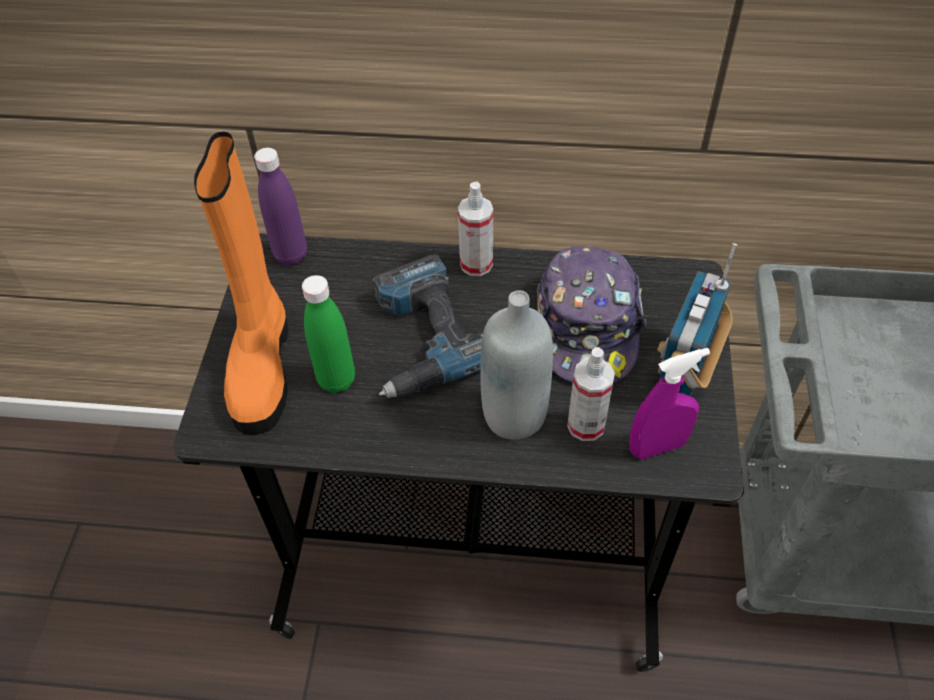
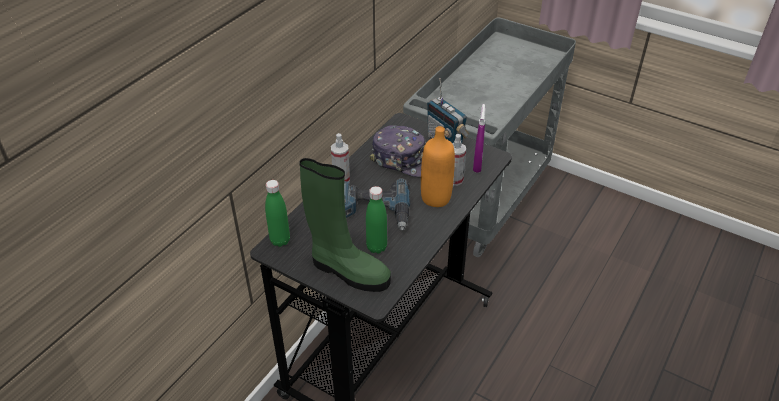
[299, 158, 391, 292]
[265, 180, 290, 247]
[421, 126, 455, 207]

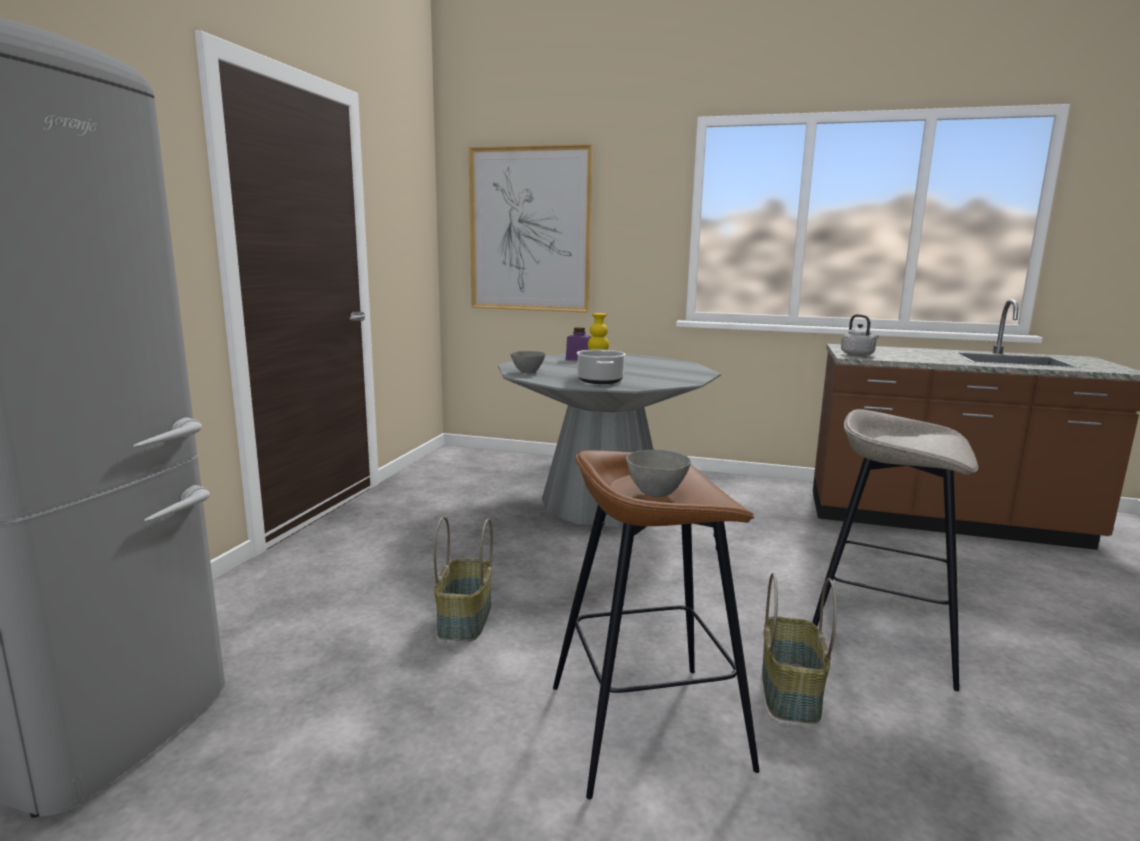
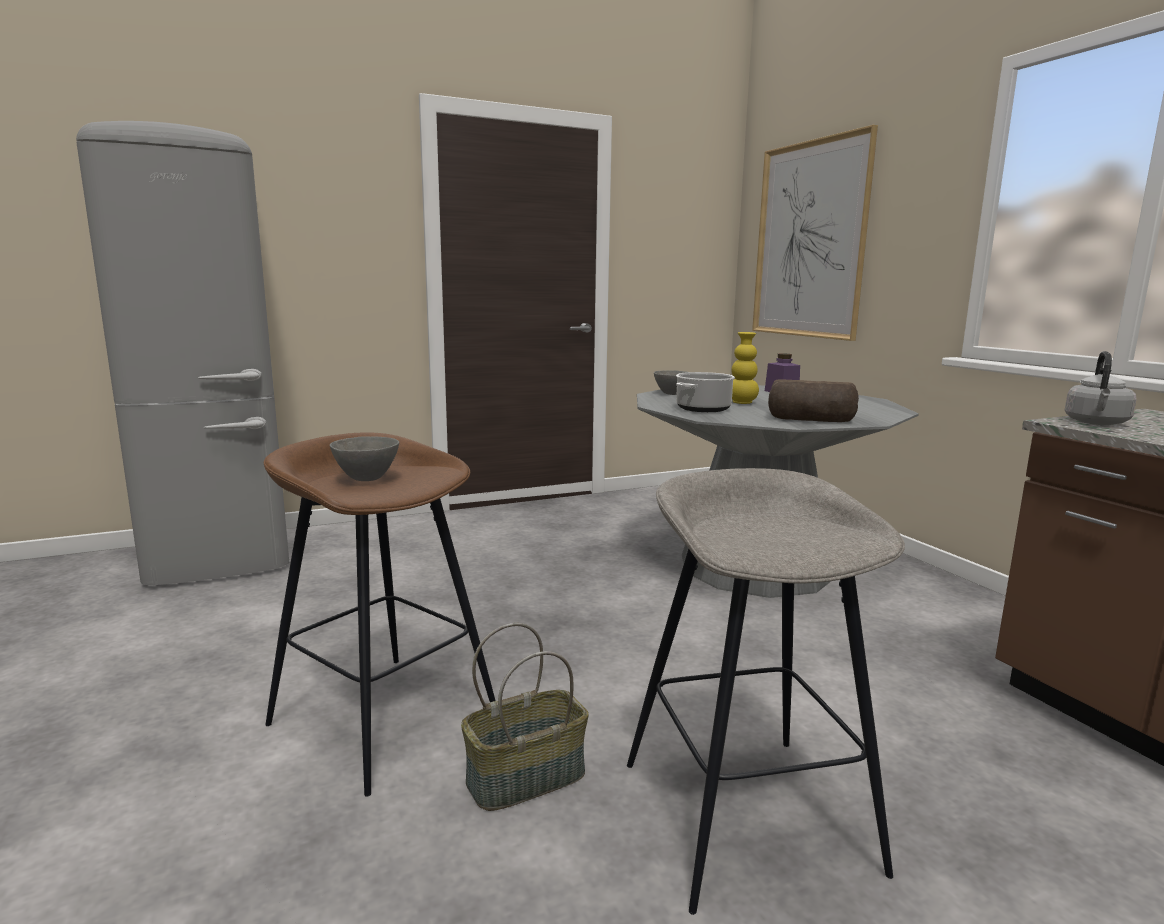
[434, 517, 493, 641] (first image)
[768, 379, 859, 422]

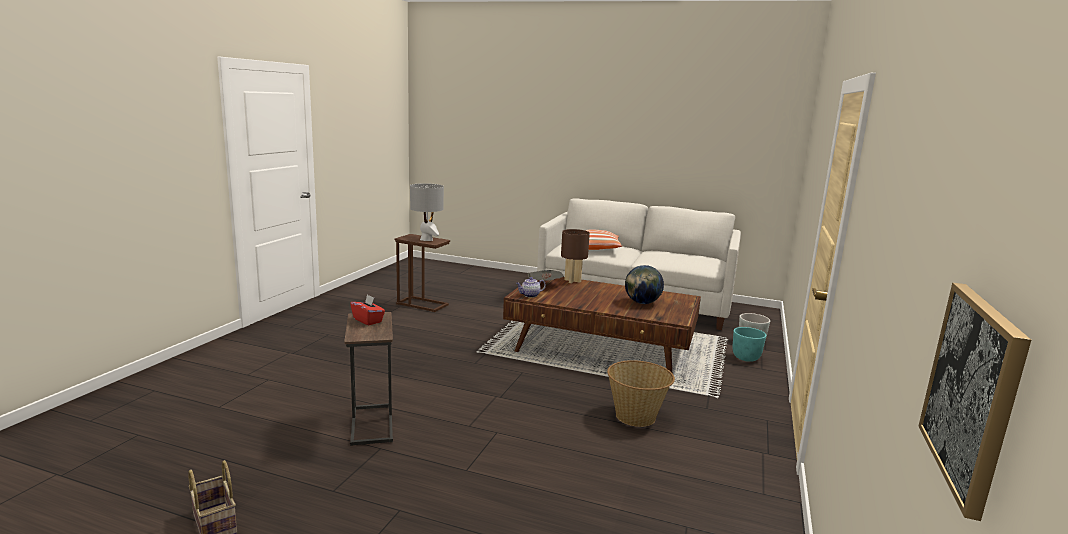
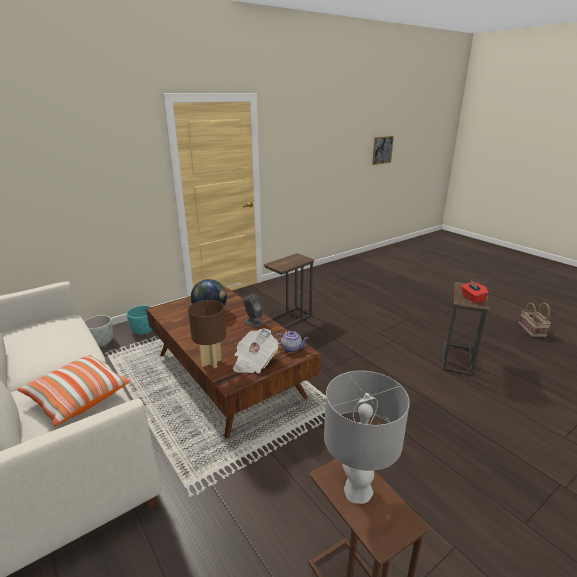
[264, 253, 314, 328]
[243, 294, 263, 327]

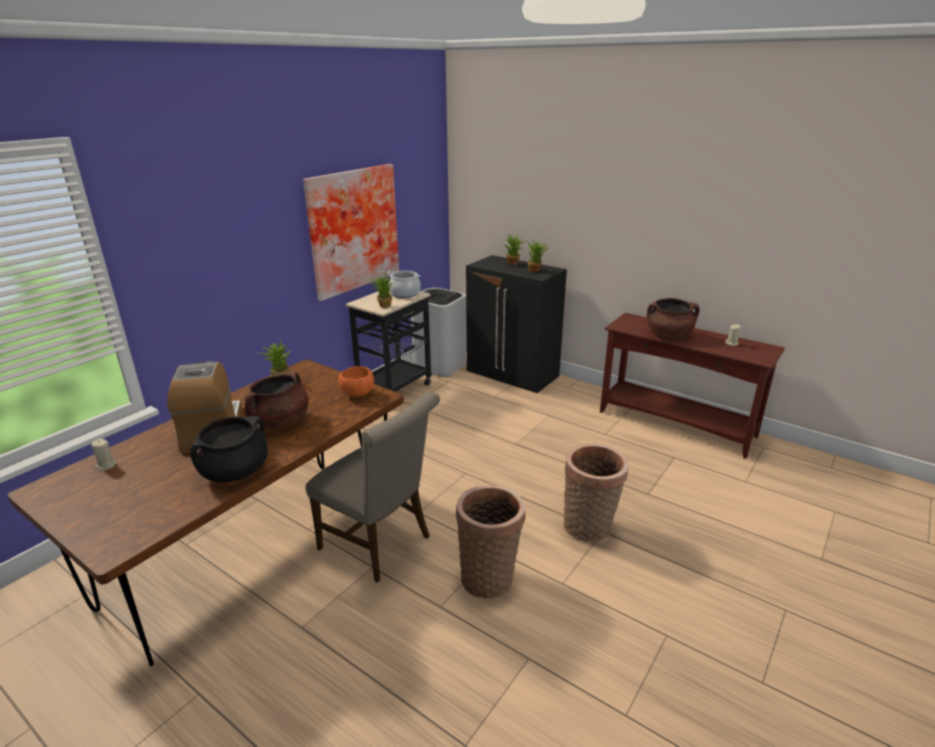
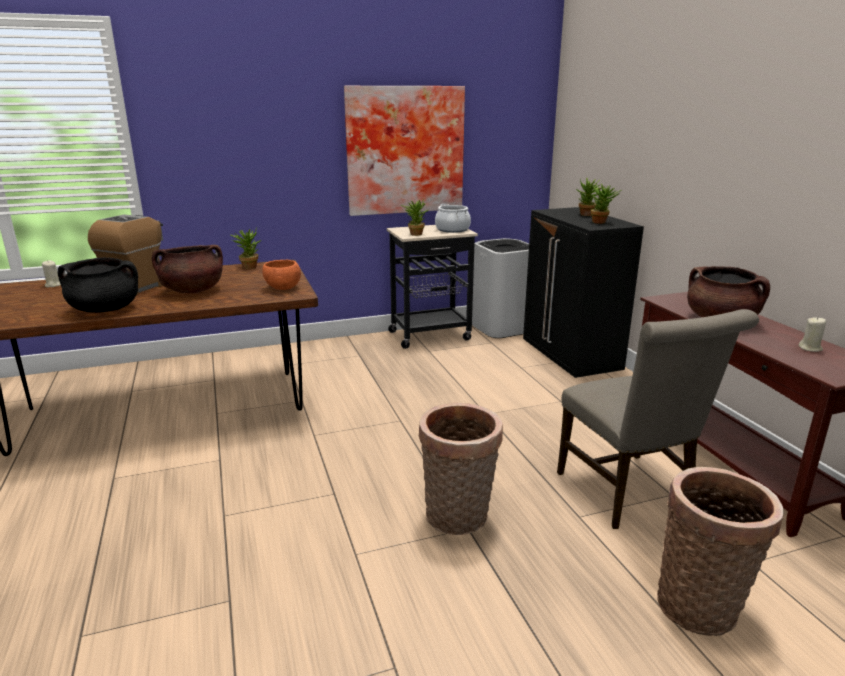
[557, 309, 759, 529]
[657, 467, 784, 636]

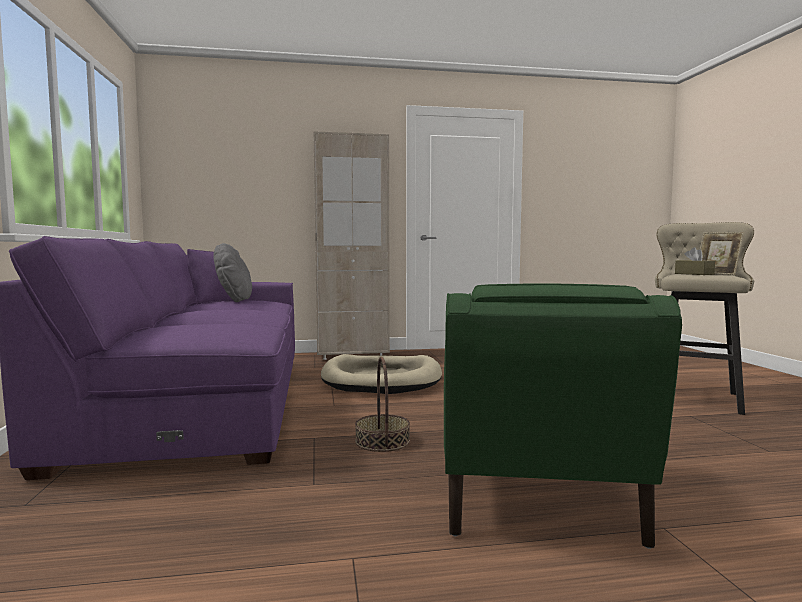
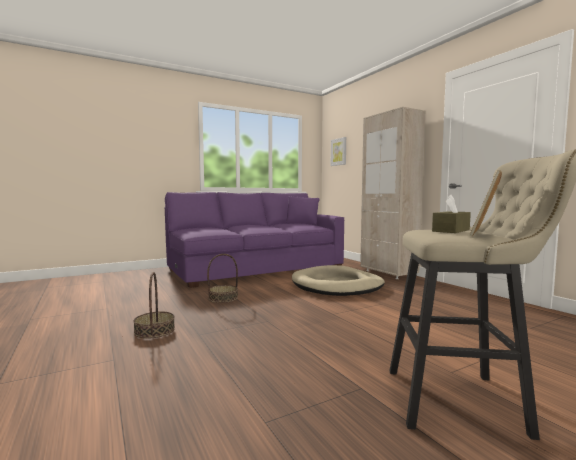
[213, 243, 252, 302] (first image)
[133, 272, 175, 339]
[331, 137, 346, 166]

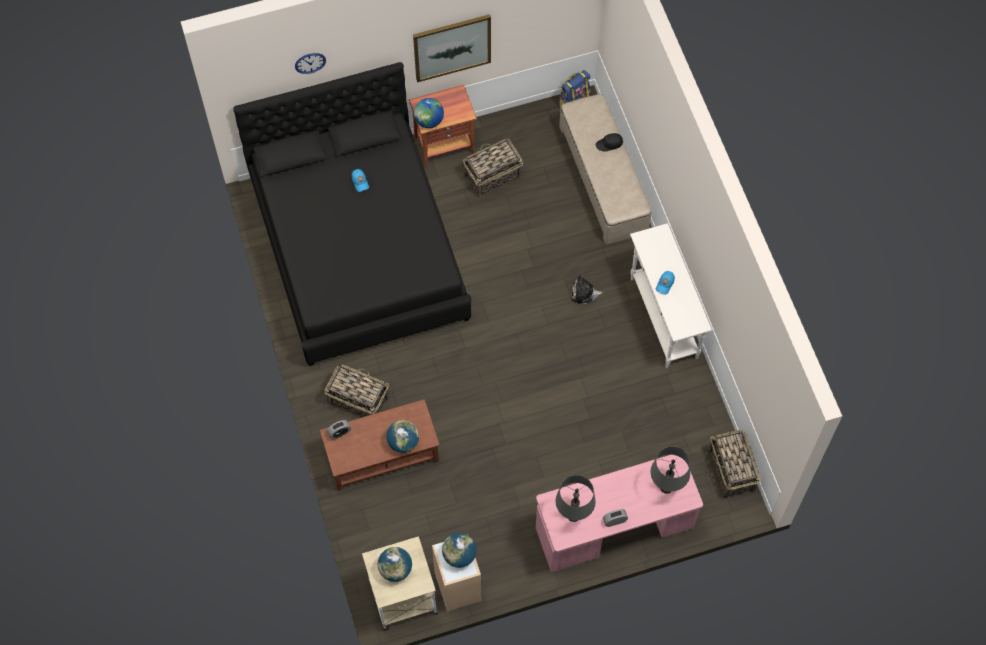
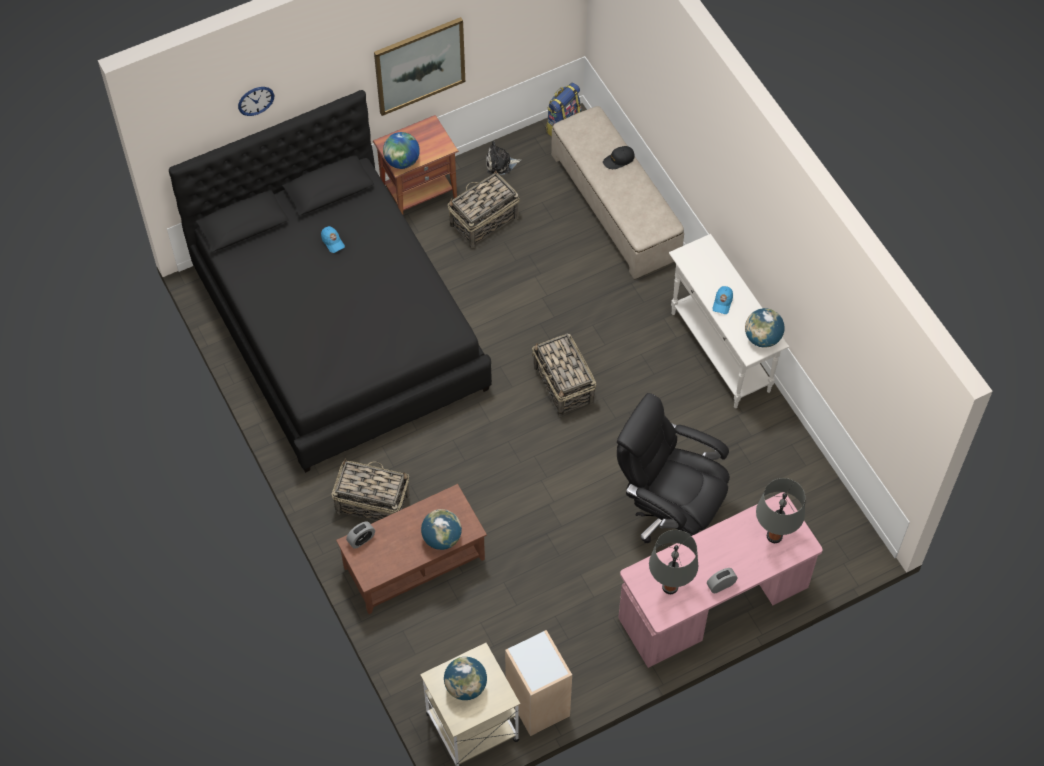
[486, 141, 521, 175]
[532, 334, 596, 417]
[745, 308, 785, 348]
[617, 393, 730, 543]

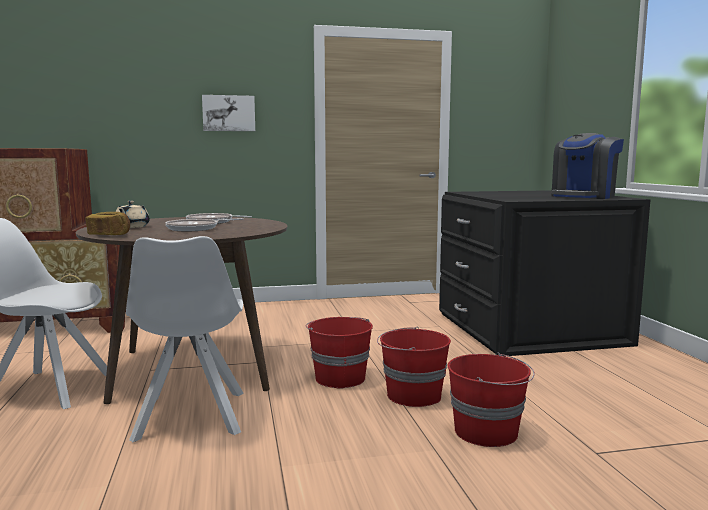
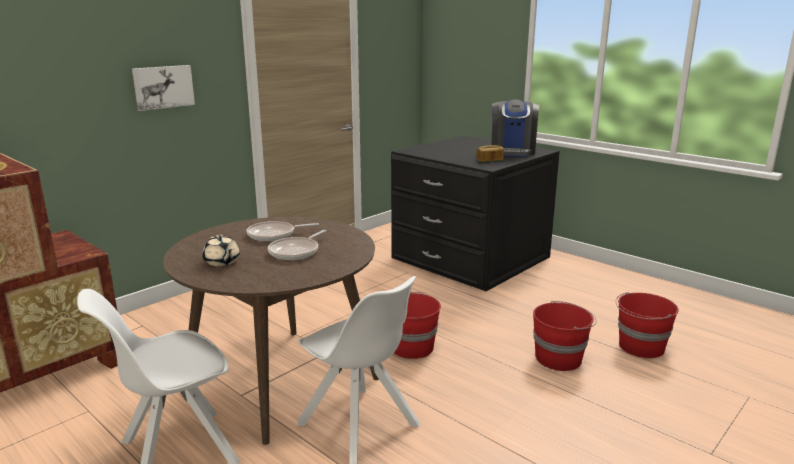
[476, 145, 504, 162]
[615, 292, 679, 358]

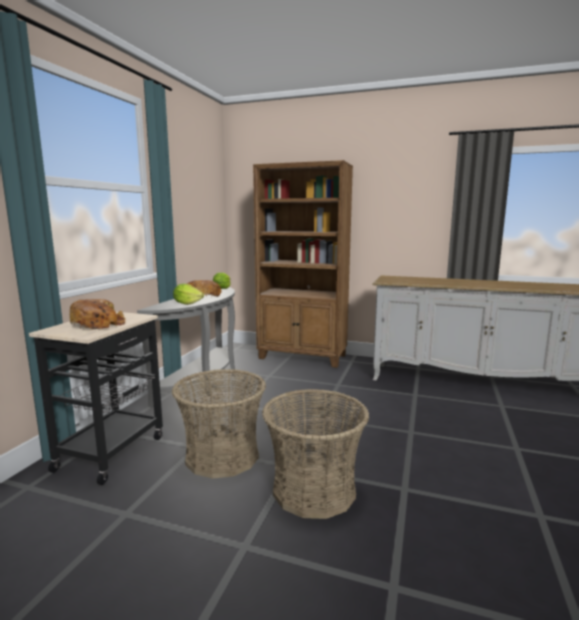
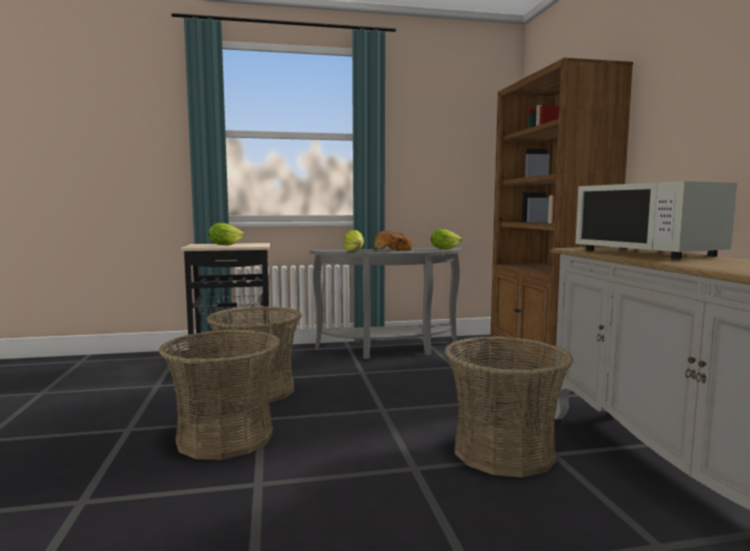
[208, 223, 244, 245]
[575, 181, 737, 259]
[444, 336, 573, 478]

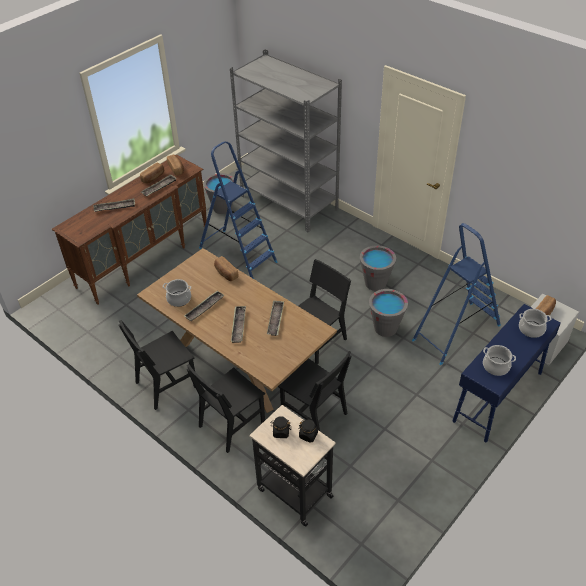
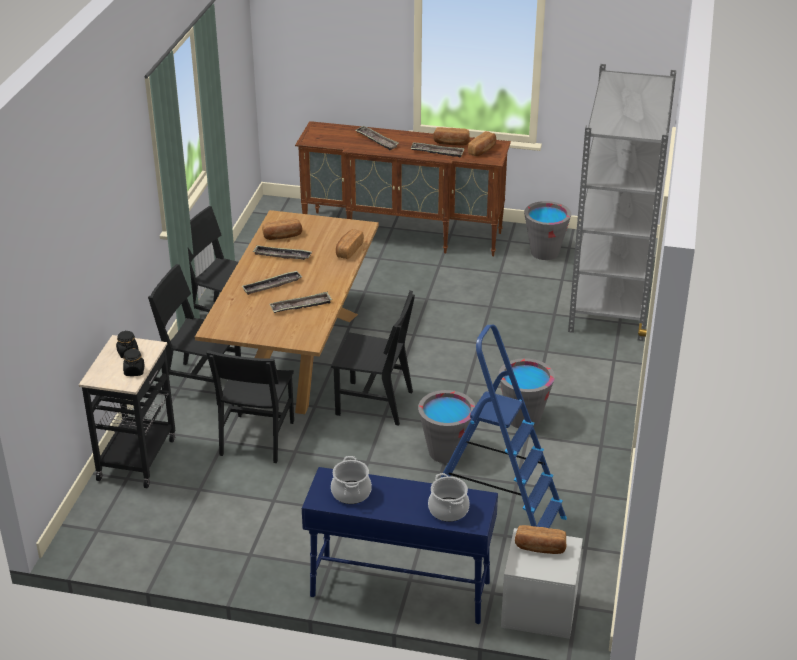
[199, 142, 277, 279] (first image)
[262, 218, 302, 240]

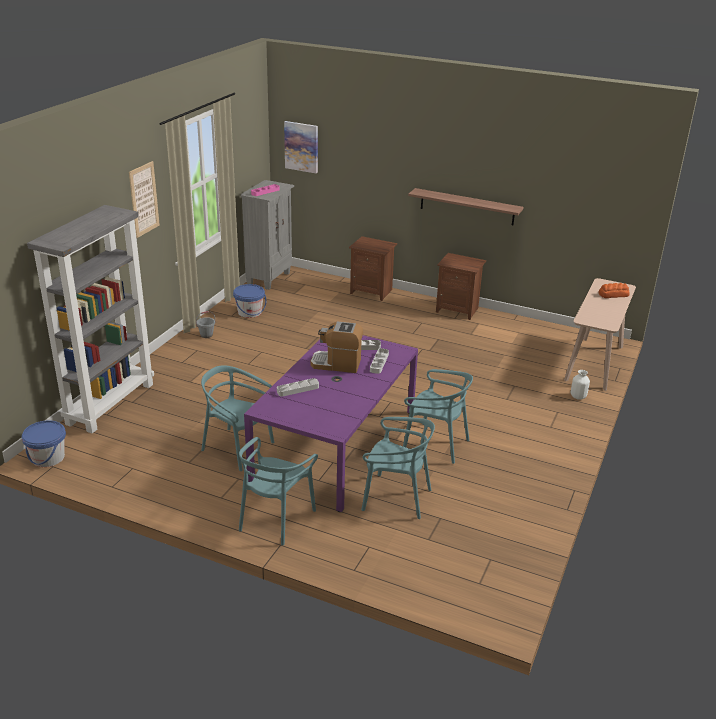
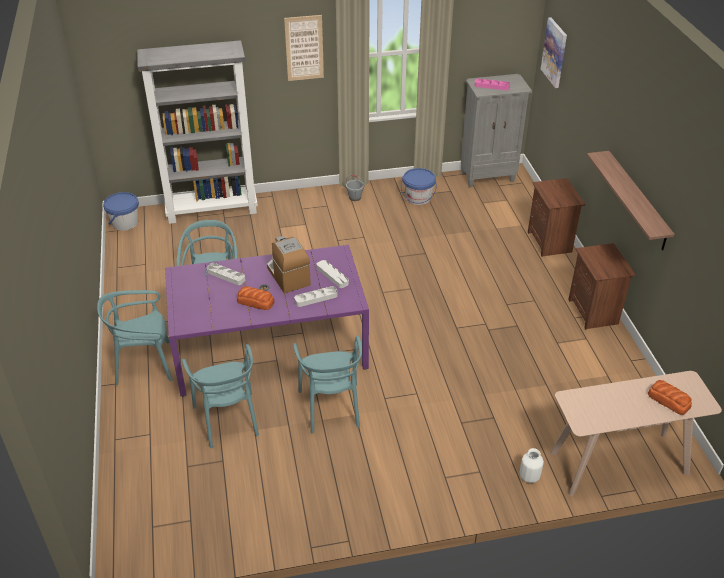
[237, 286, 275, 310]

